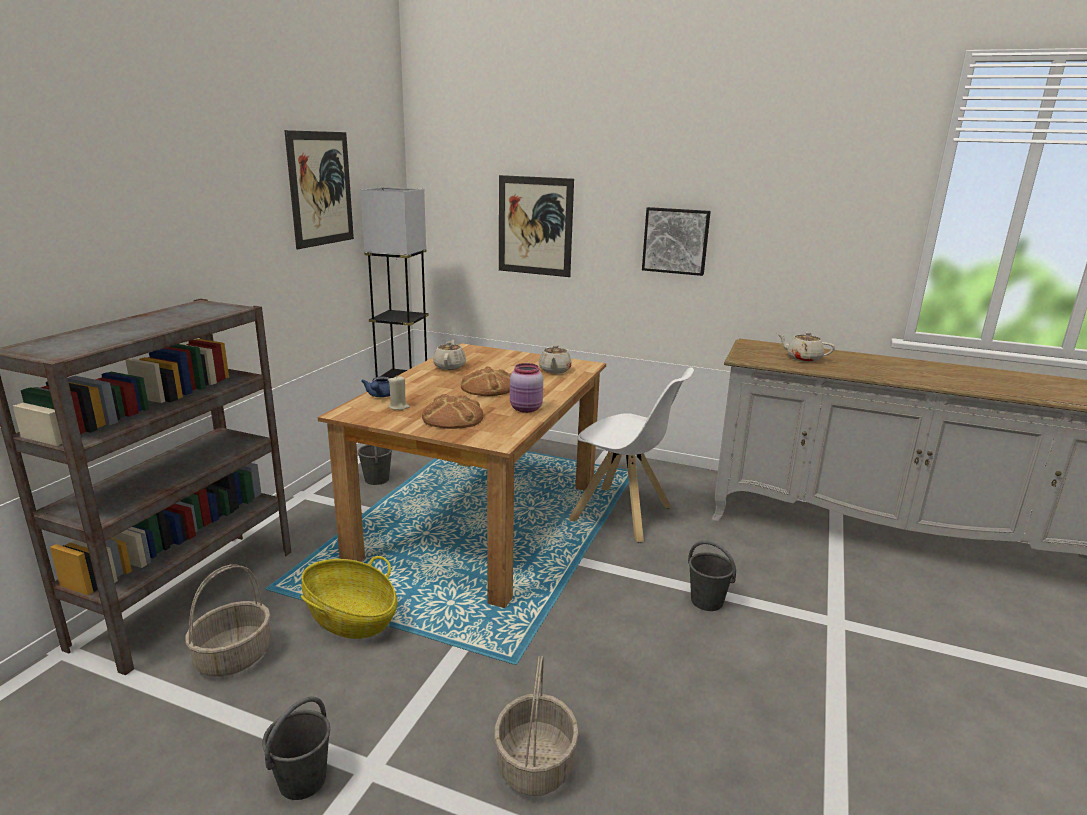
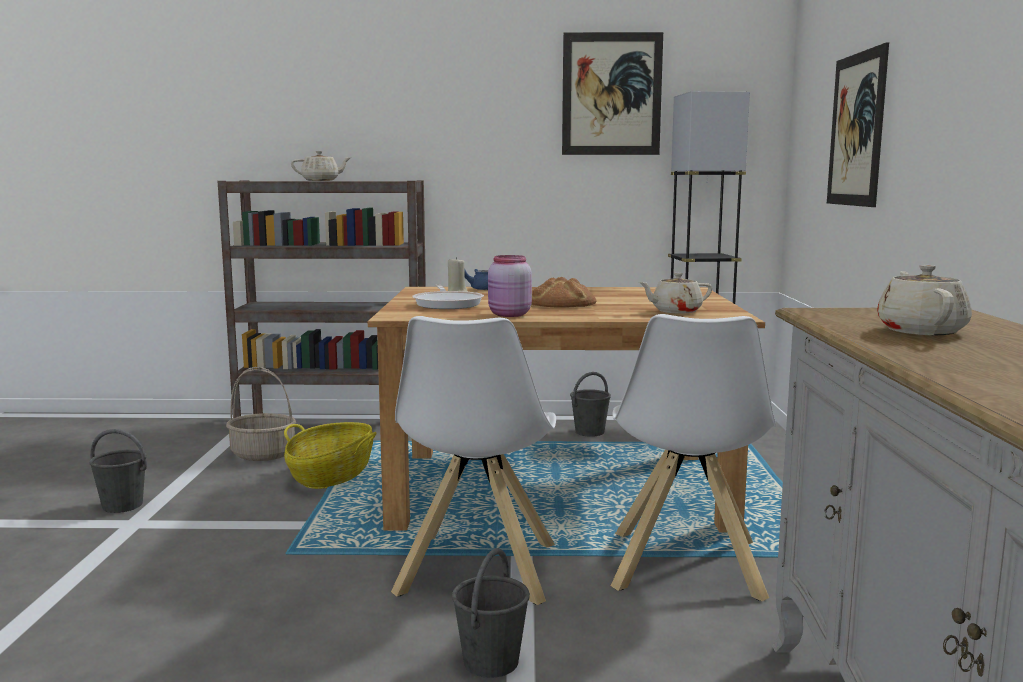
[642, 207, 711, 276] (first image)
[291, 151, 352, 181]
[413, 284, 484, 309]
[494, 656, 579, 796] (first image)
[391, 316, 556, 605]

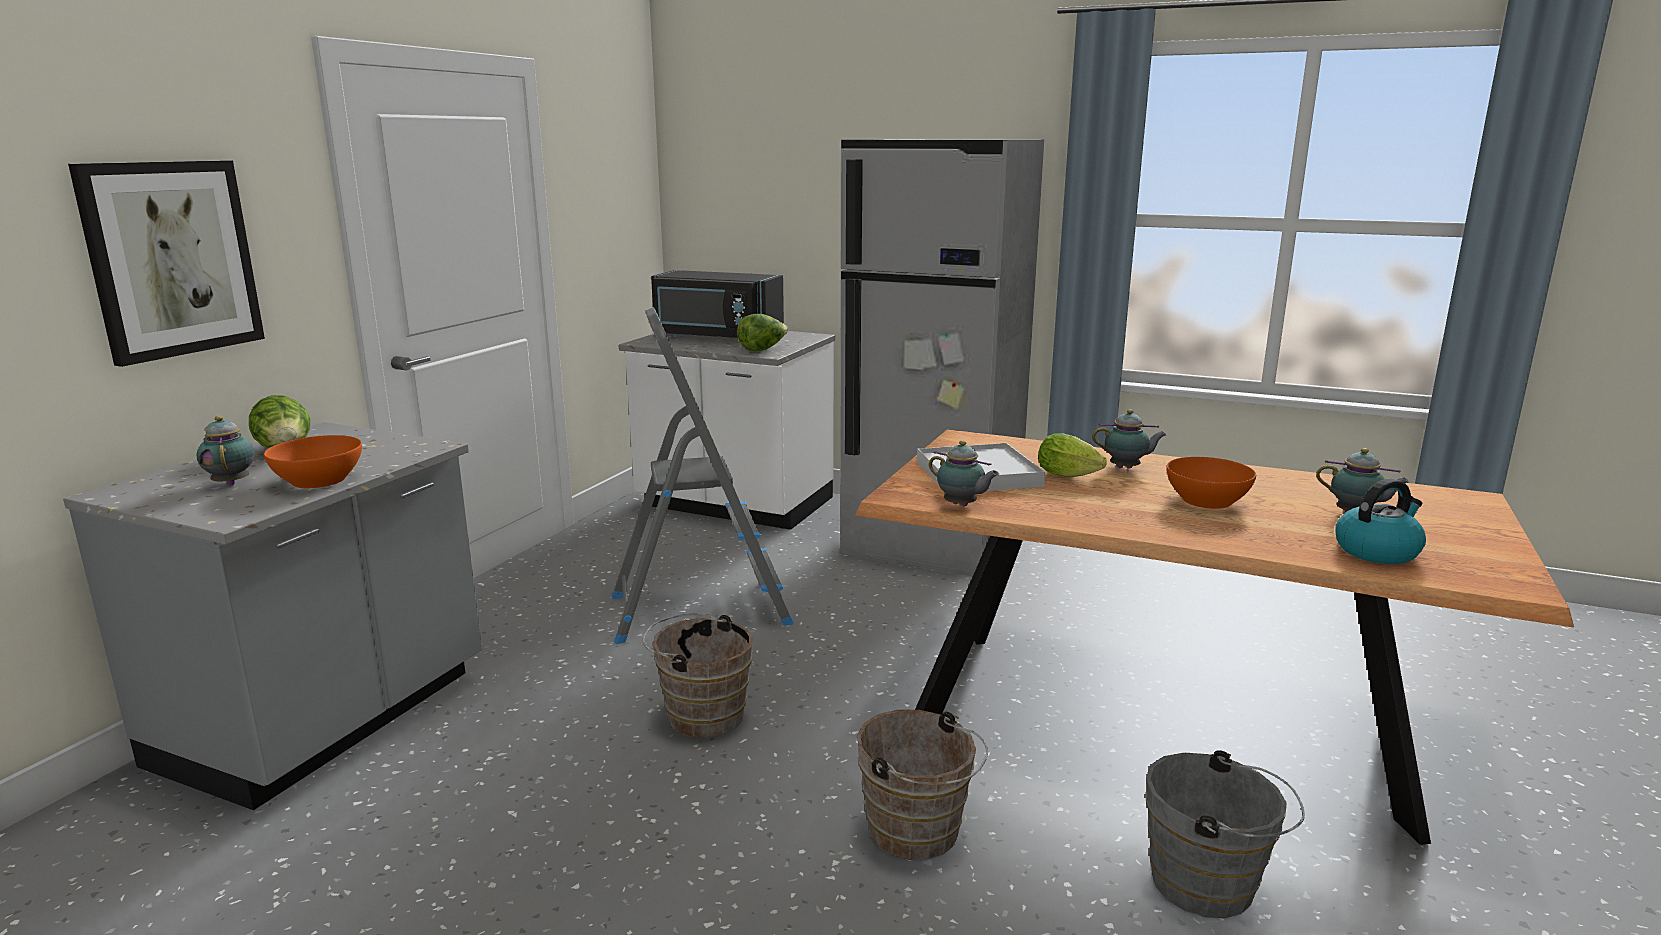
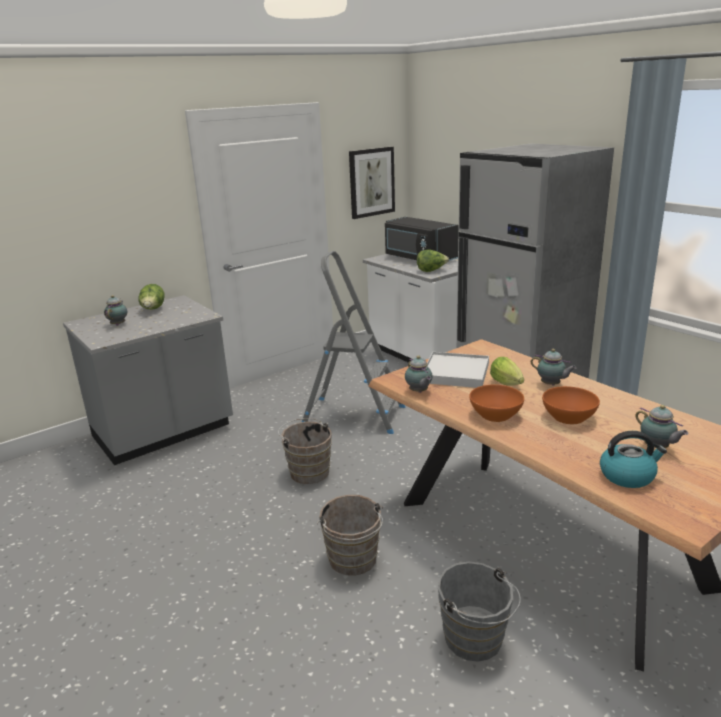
[349, 147, 395, 219]
[469, 385, 524, 422]

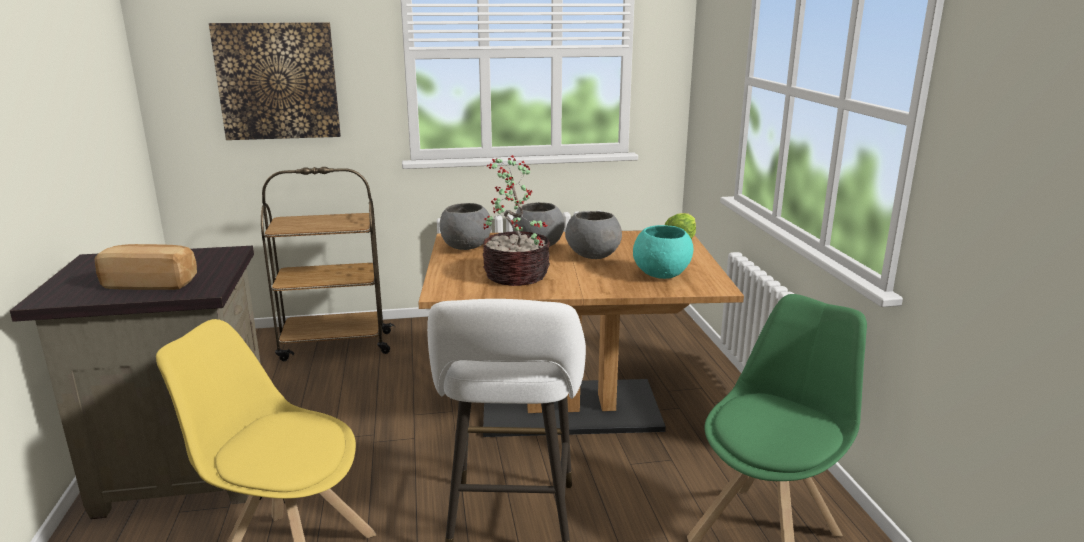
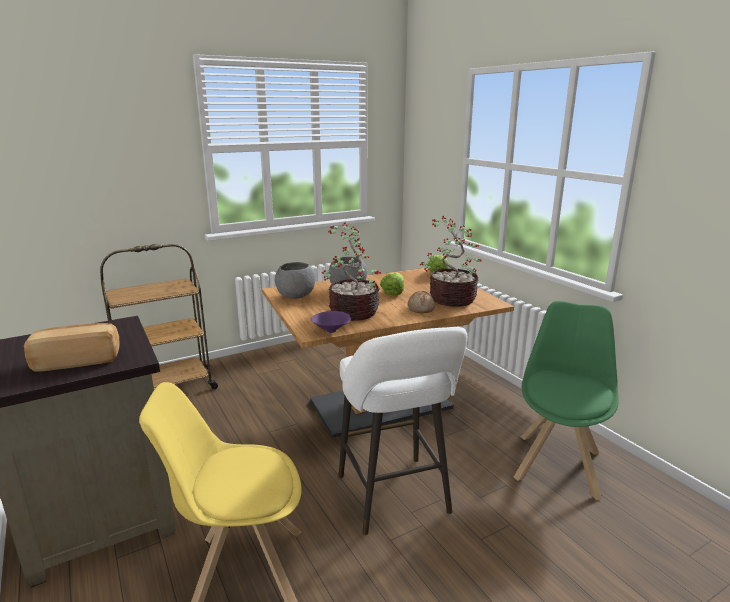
[209, 22, 341, 140] (first image)
[380, 272, 404, 296]
[420, 215, 482, 307]
[408, 291, 435, 313]
[311, 311, 351, 333]

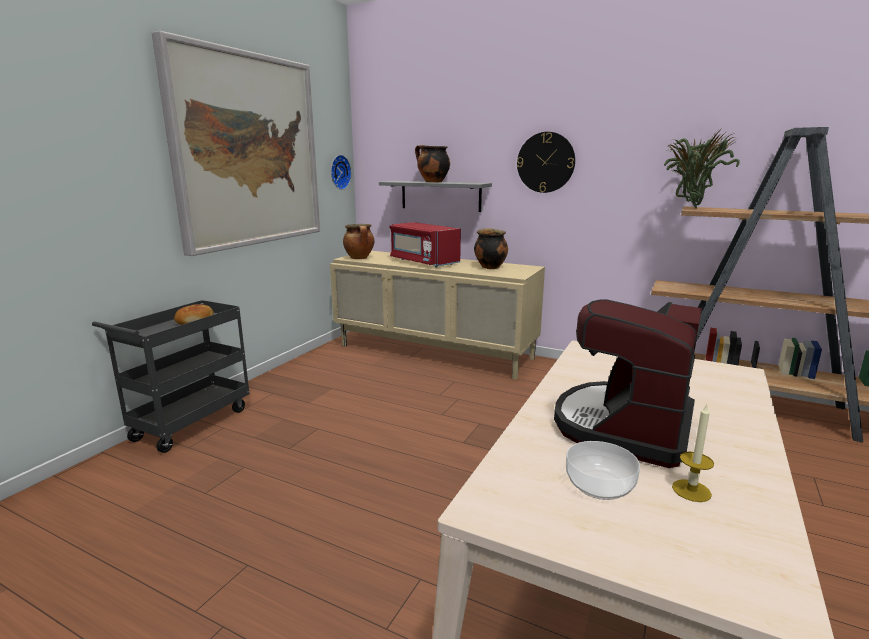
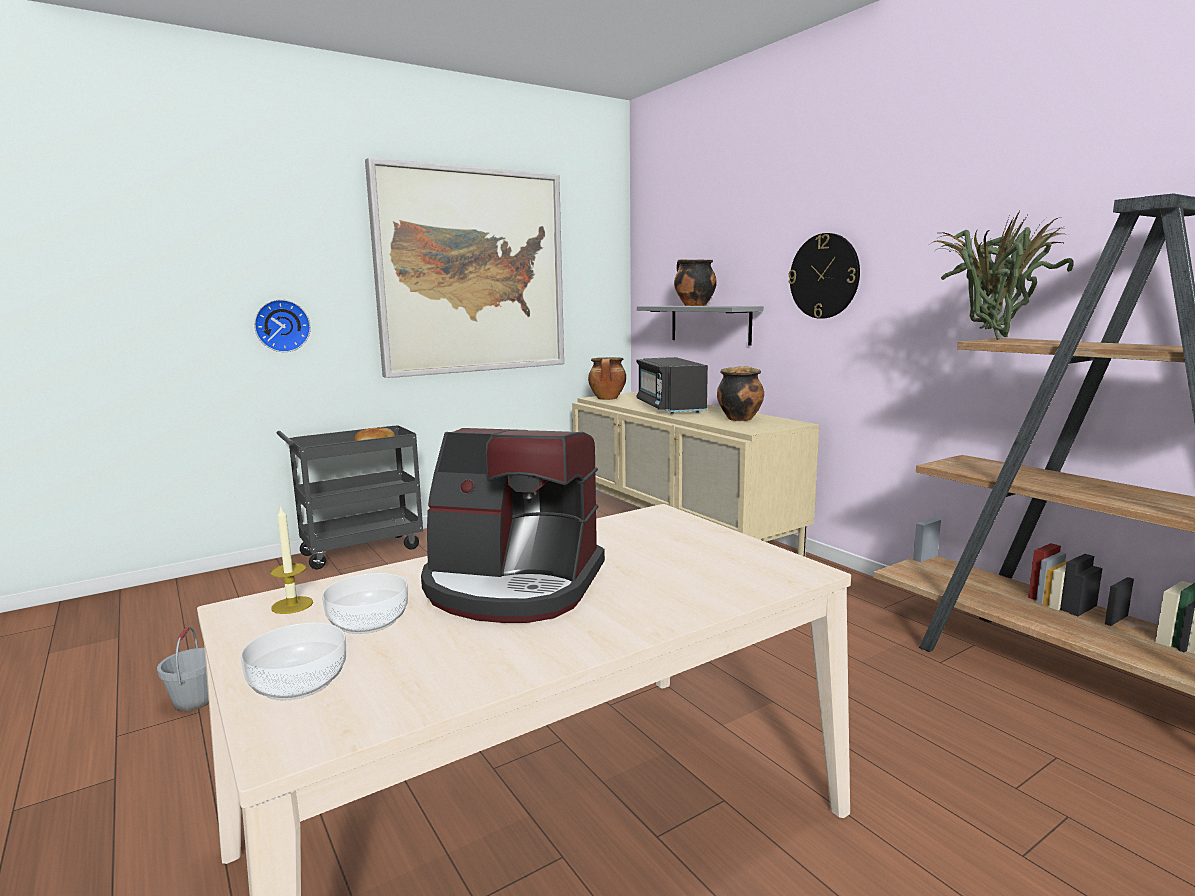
[254, 299, 311, 352]
[636, 357, 708, 414]
[421, 428, 605, 623]
[270, 507, 313, 614]
[241, 623, 346, 701]
[157, 626, 209, 712]

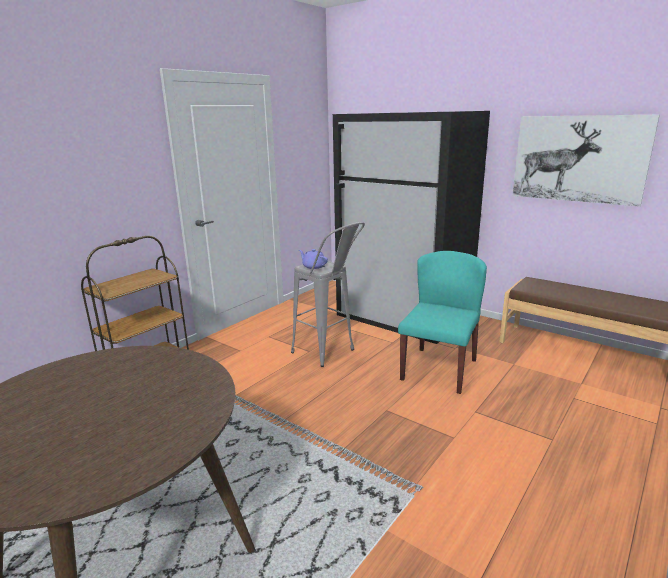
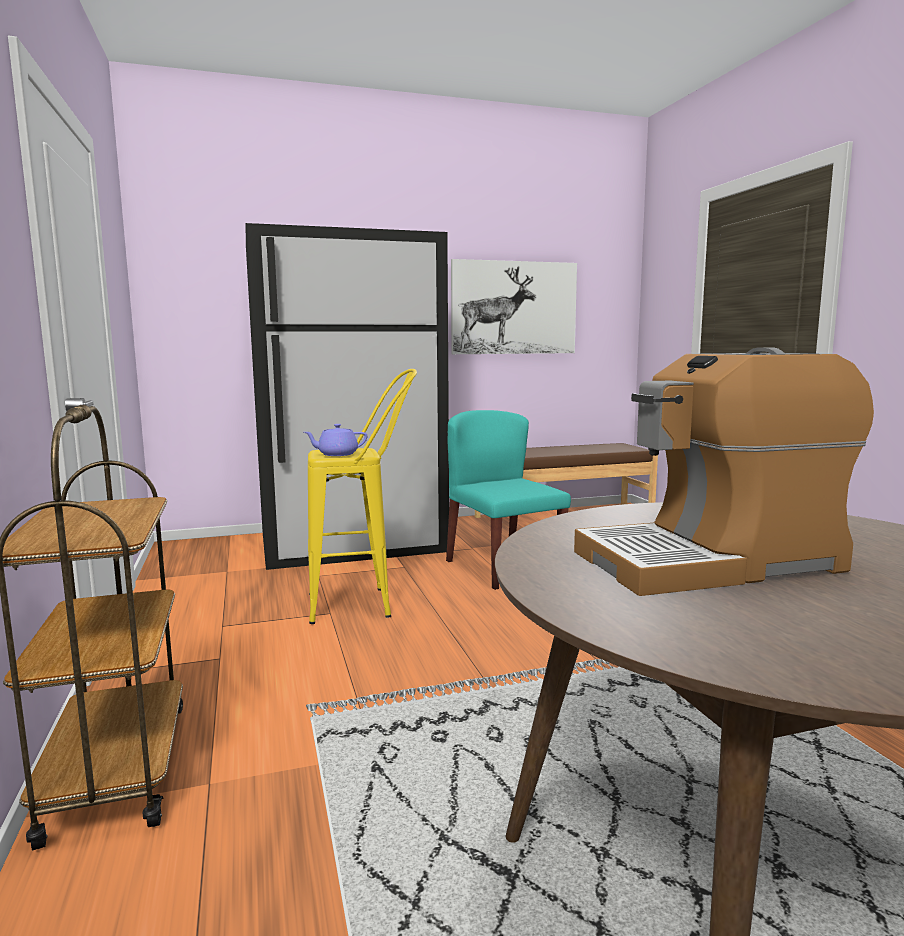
[308, 369, 417, 624]
[574, 347, 874, 596]

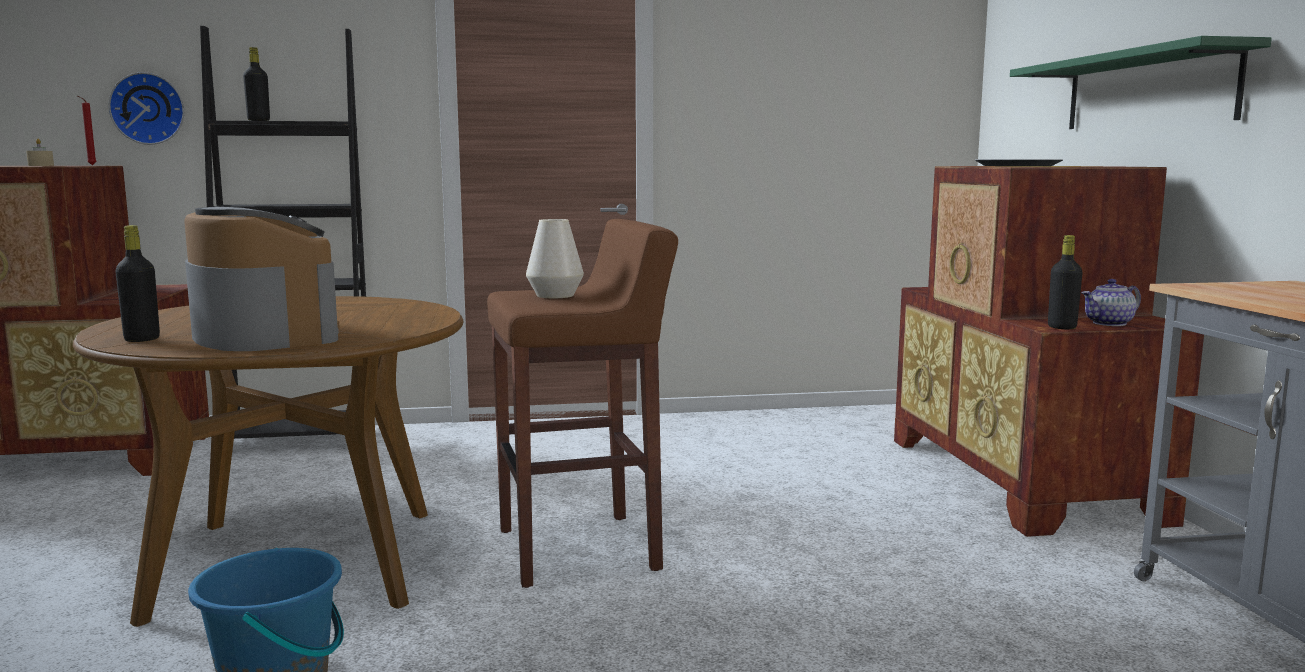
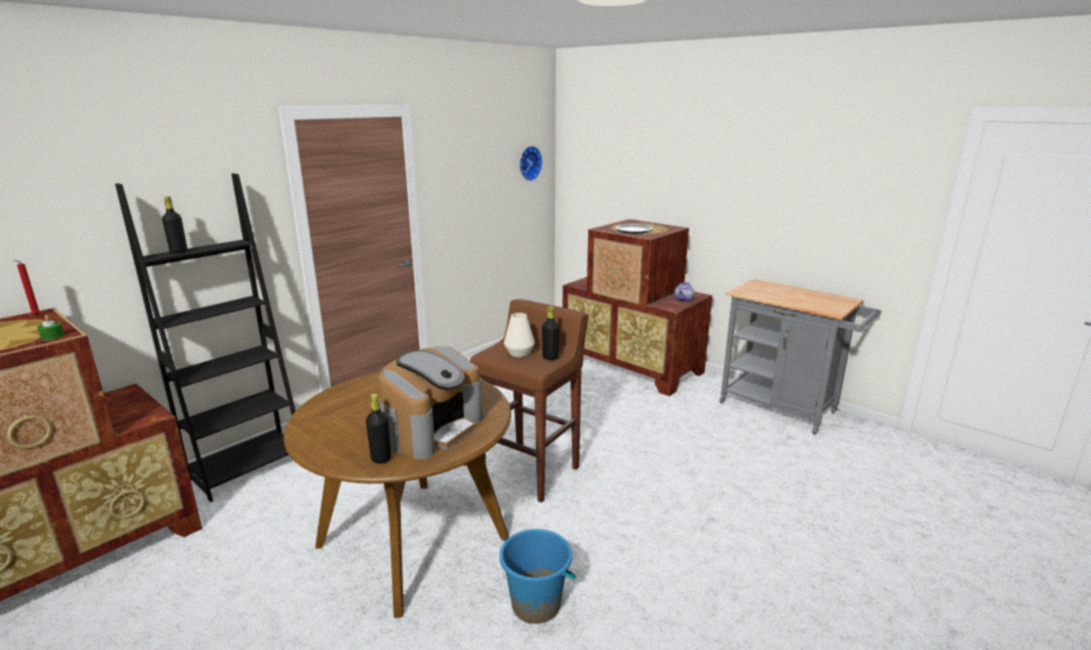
[1010, 36, 1272, 129] (first image)
[519, 146, 543, 181]
[37, 315, 65, 340]
[378, 346, 483, 460]
[542, 306, 559, 360]

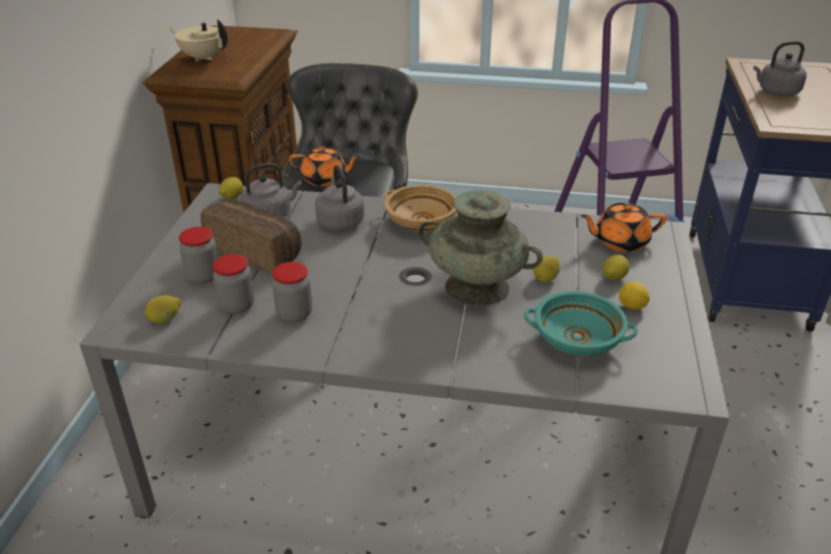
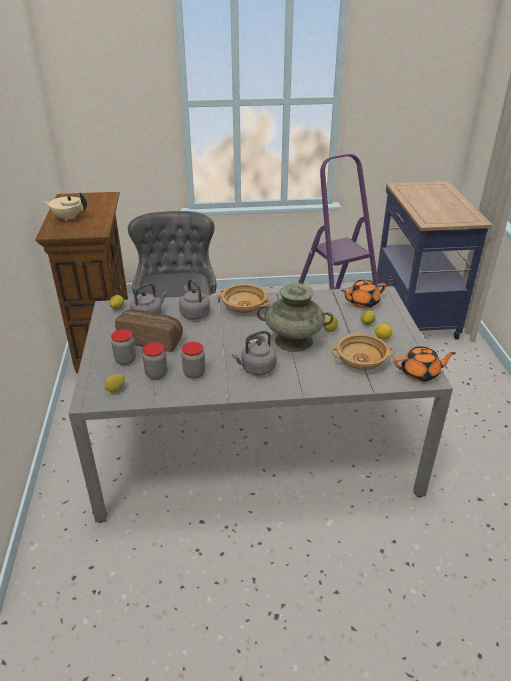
[232, 331, 276, 375]
[394, 346, 456, 382]
[331, 334, 395, 370]

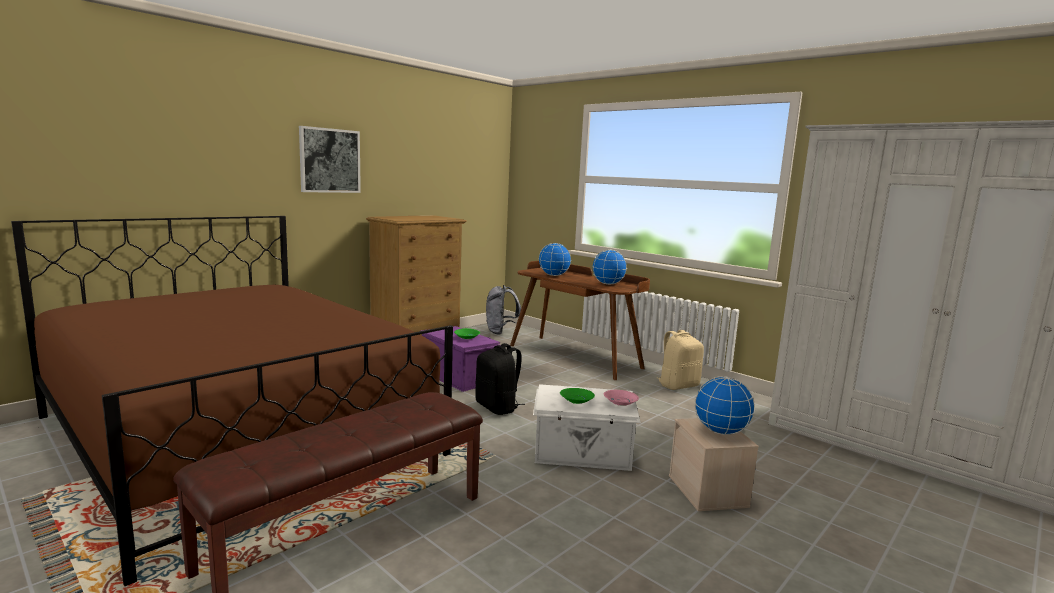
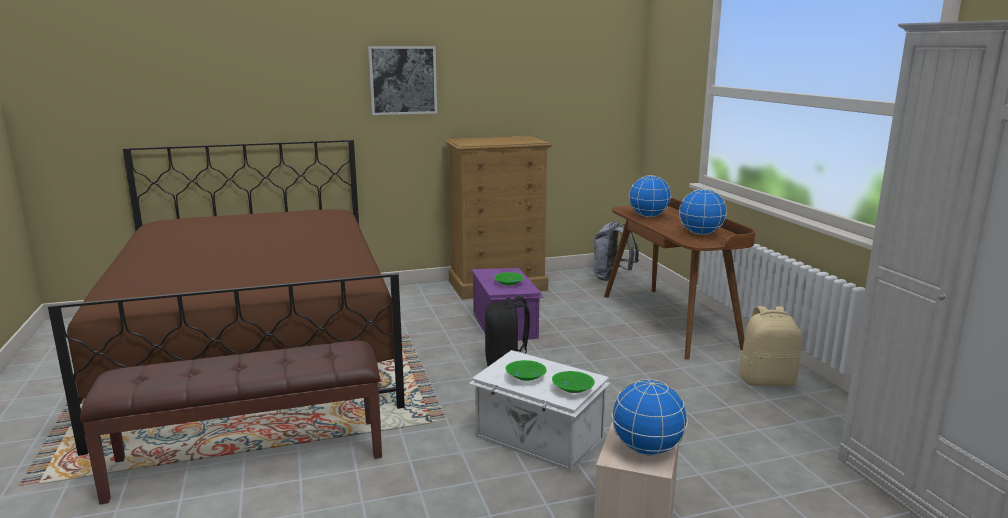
[552, 371, 595, 393]

